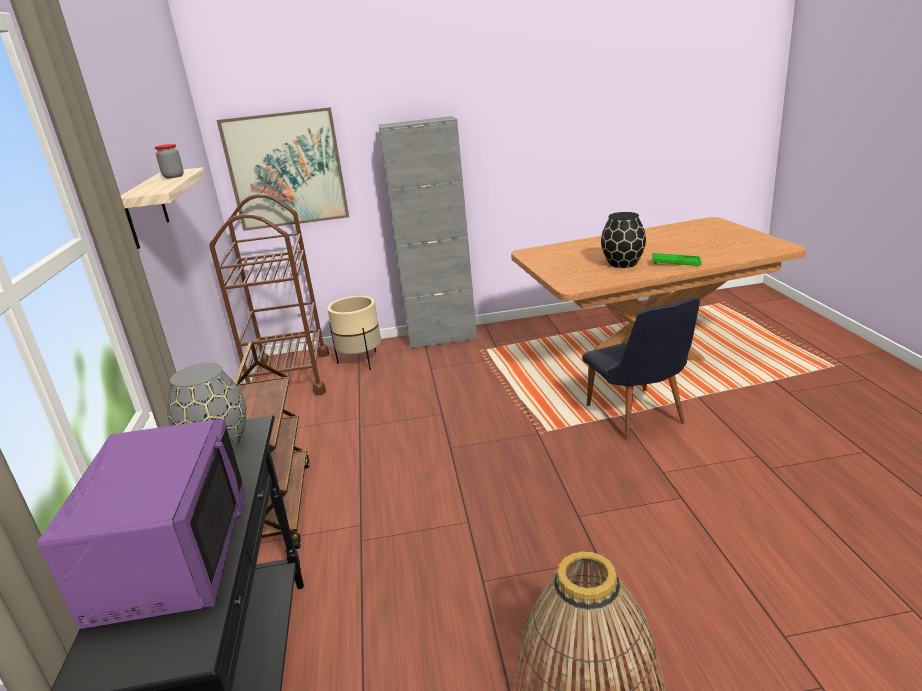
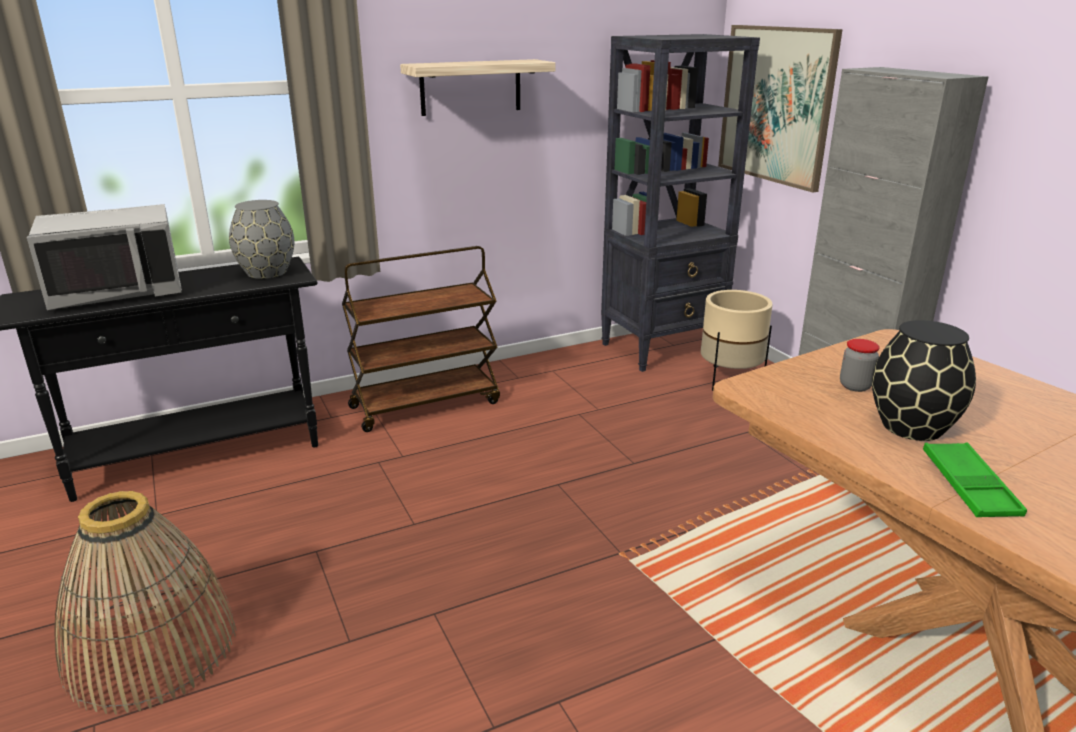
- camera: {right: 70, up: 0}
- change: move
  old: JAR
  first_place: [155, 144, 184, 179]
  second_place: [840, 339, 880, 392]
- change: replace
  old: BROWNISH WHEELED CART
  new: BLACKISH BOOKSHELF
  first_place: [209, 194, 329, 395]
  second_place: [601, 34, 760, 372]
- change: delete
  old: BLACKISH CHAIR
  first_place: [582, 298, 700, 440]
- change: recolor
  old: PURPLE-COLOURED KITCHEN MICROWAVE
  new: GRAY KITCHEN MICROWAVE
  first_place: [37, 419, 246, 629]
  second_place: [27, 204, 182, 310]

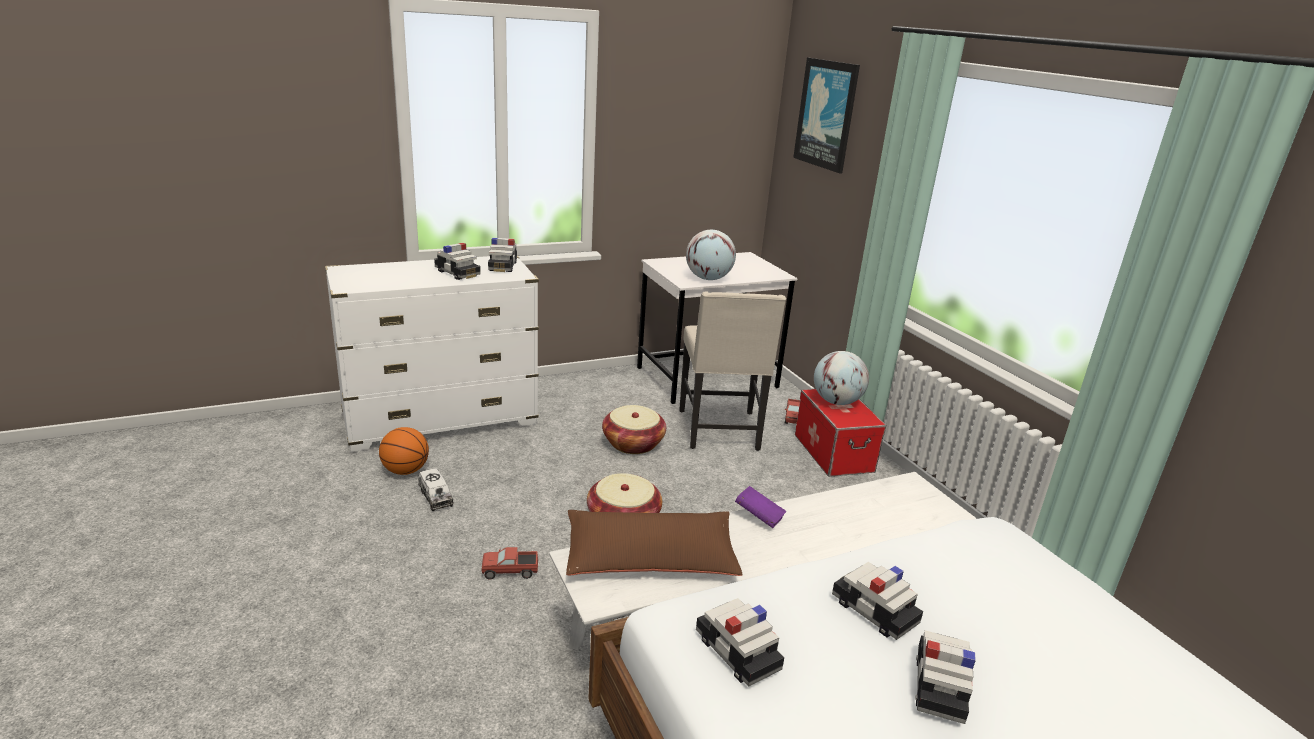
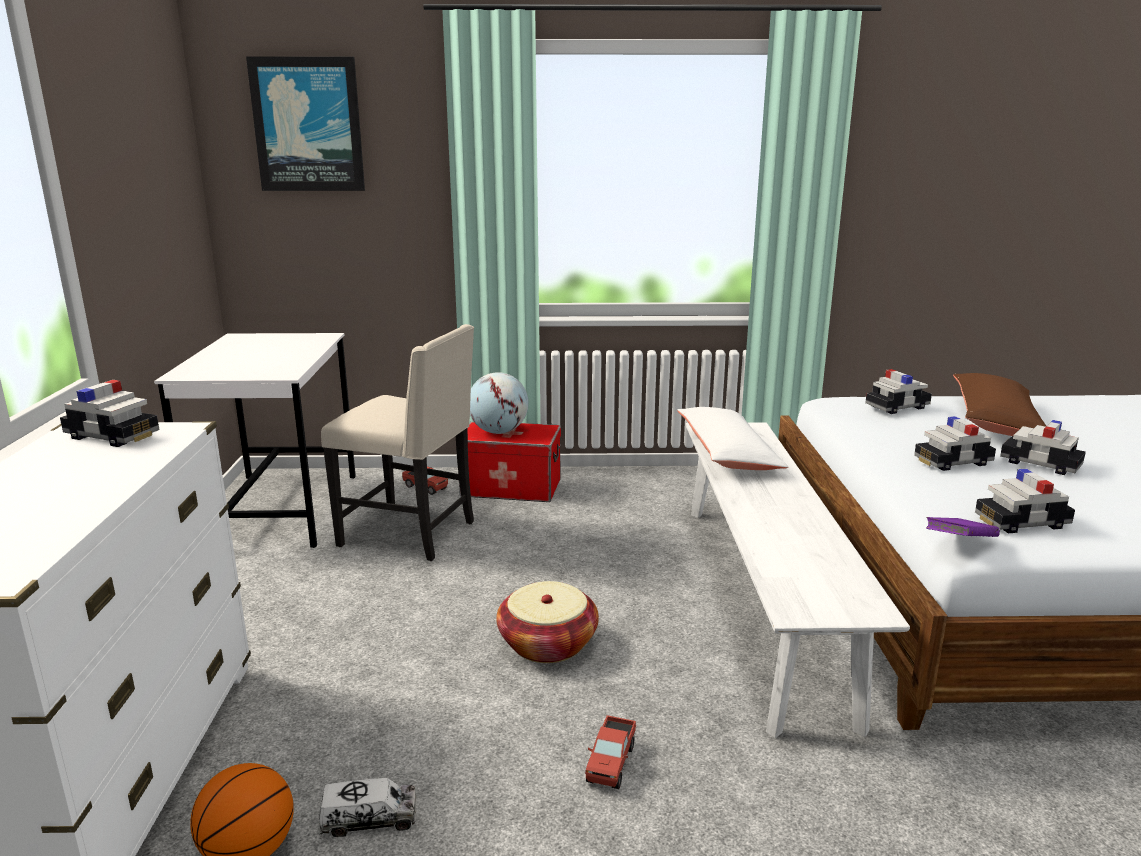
- camera: {right: -65, up: -5}
- change: delete
  old: DESK GLOBE
  first_place: [686, 230, 736, 280]
- change: move
  old: MINIATURE CAR
  first_place: [434, 243, 481, 280]
  second_place: [865, 369, 932, 414]
- change: delete
  old: STORAGE BASKET
  first_place: [602, 405, 666, 454]
- change: move
  old: PURPLE-COLOURED VOLUME
  first_place: [735, 486, 786, 528]
  second_place: [926, 517, 1000, 537]
- change: move
  old: BROWNISH CUSHION
  first_place: [566, 510, 743, 576]
  second_place: [953, 373, 1046, 436]
- change: insert
  new: WHITISH CUSHION
  second_place: [677, 407, 788, 470]

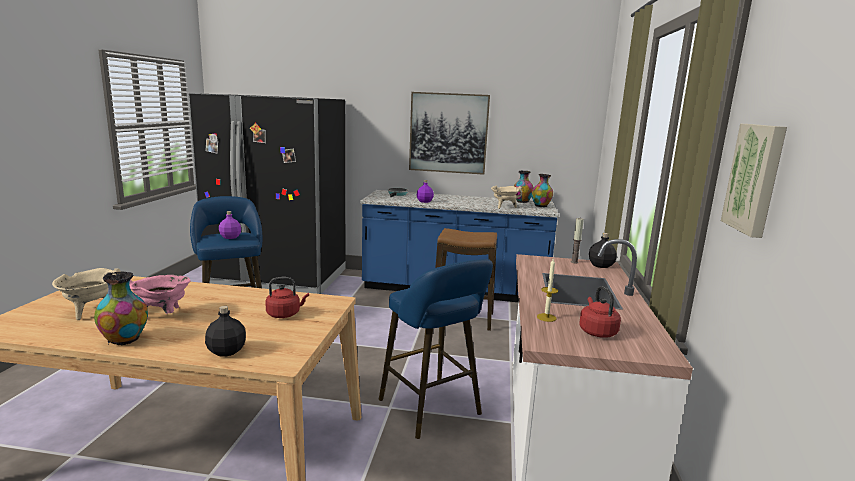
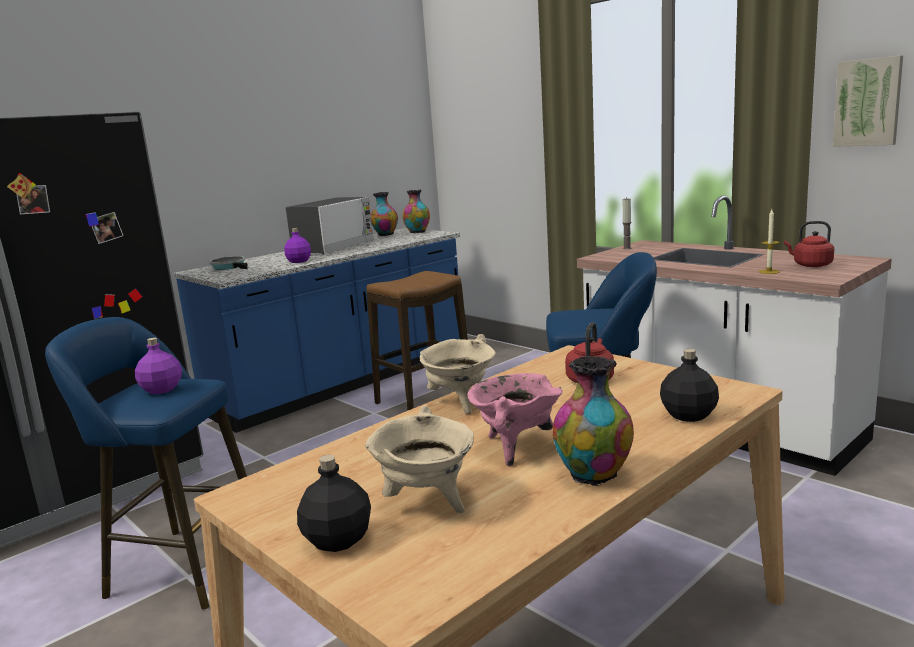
- camera: {right: -50, up: 0}
- change: delete
  old: PICTURE
  first_place: [409, 92, 490, 175]
- change: move
  old: SAND-COLOURED COOKING POT
  first_place: [491, 186, 522, 209]
  second_place: [420, 334, 496, 414]
- change: move
  old: BLACKISH BEVERAGE BOTTLE
  first_place: [589, 233, 617, 268]
  second_place: [297, 455, 371, 552]
- change: insert
  new: KITCHEN MICROWAVE
  second_place: [286, 197, 374, 254]

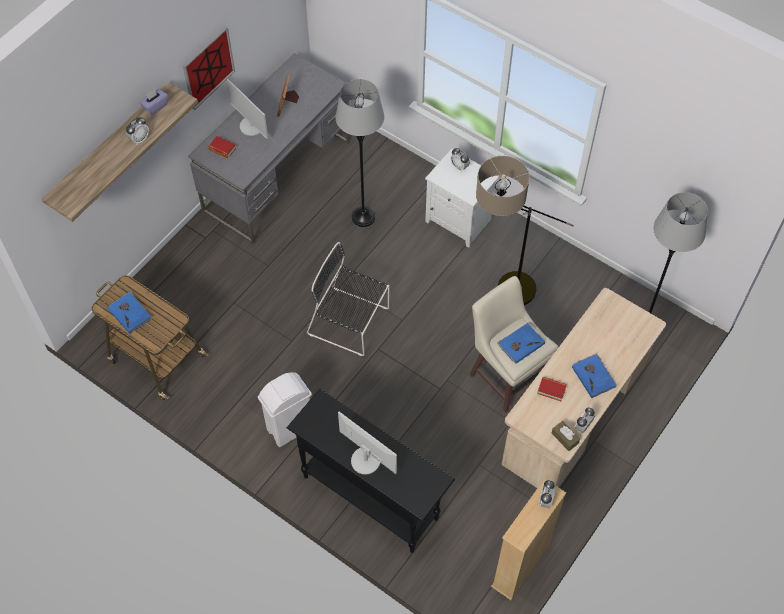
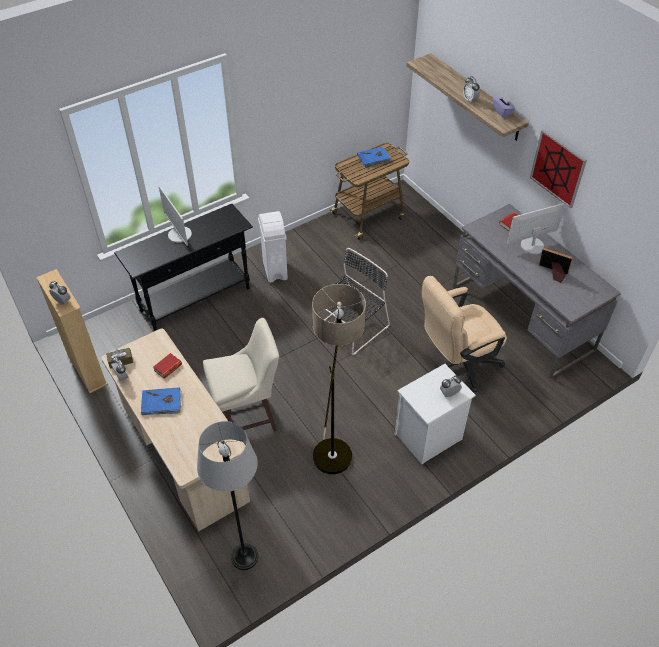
- camera: {right: 110, up: -10}
- change: replace
  old: GRAY FLOOR LAMP
  new: SAND-COLOURED DESK CHAIR
  first_place: [335, 79, 384, 227]
  second_place: [421, 276, 507, 392]
- change: delete
  old: BLUE VOLUME
  first_place: [497, 323, 545, 364]
- change: rotate
  old: COMPUTER SCREEN
  first_place: [338, 412, 397, 474]
  second_place: [158, 186, 192, 246]
  degrees: 90

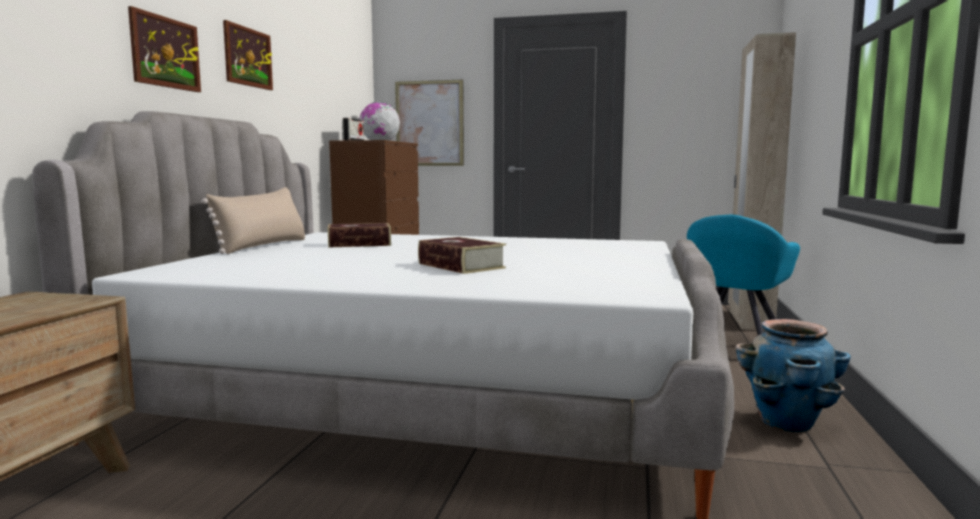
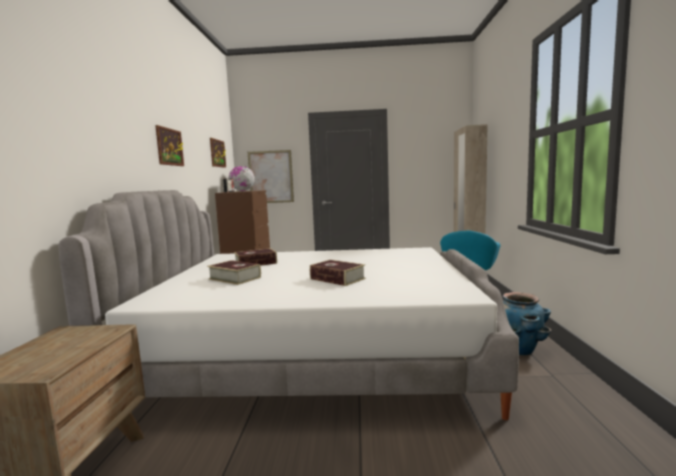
- camera: {right: -10, up: 0}
- change: move
  old: PICTURE
  first_place: [128, 6, 201, 92]
  second_place: [210, 138, 226, 168]
- change: delete
  old: SAND-COLOURED CUSHION
  first_place: [201, 187, 305, 254]
- change: insert
  new: VOLUME
  second_place: [207, 260, 261, 285]

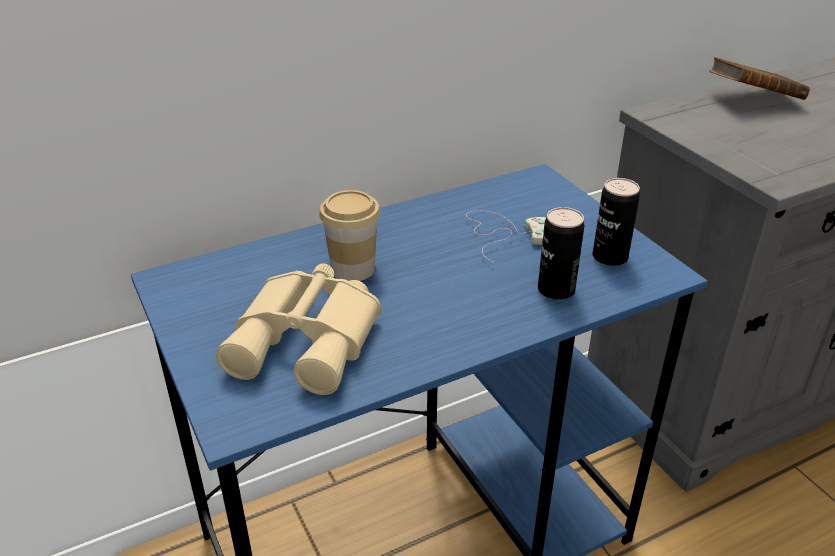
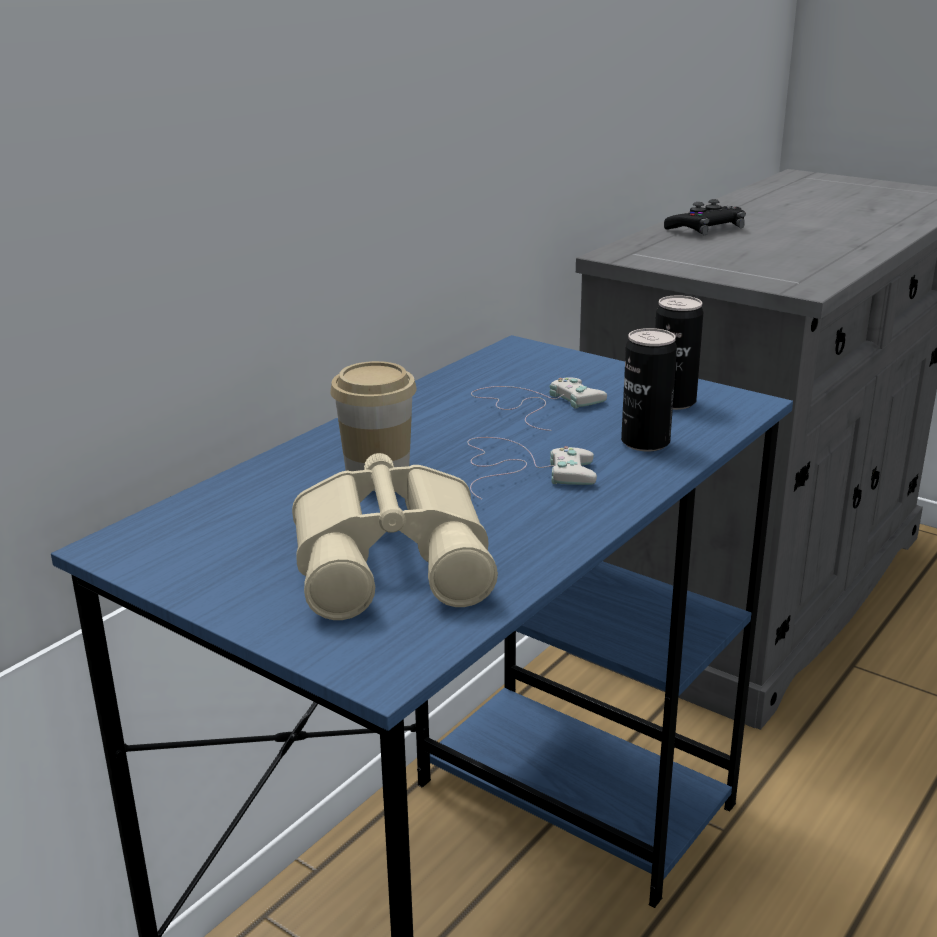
- camera: {right: -25, up: -10}
- change: replace
  old: BROWNISH VOLUME
  new: BLACKISH GAME CONTROLLER
  first_place: [709, 57, 810, 100]
  second_place: [664, 199, 746, 235]
- change: insert
  new: WHITISH GAME CONTROLLER
  second_place: [467, 437, 597, 500]

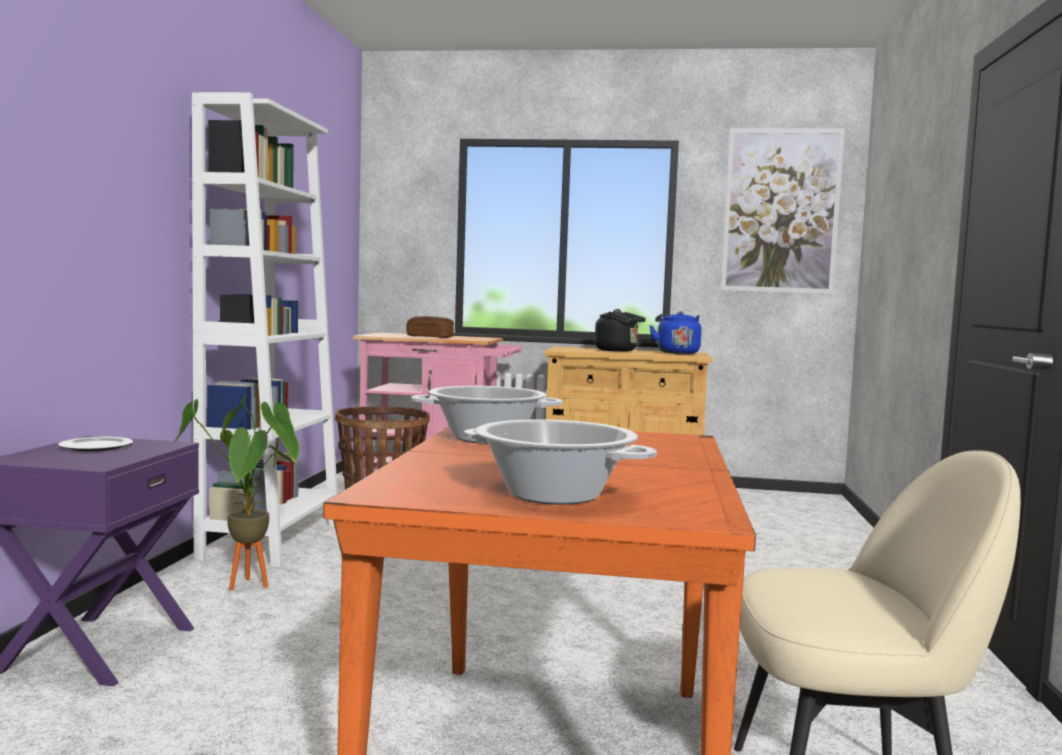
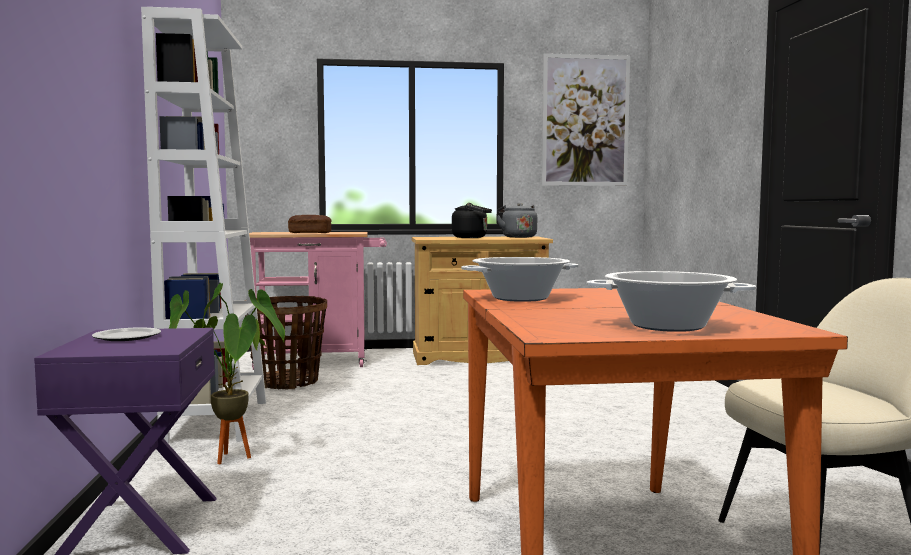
- camera: {right: -15, up: 0}
- change: recolor
  old: BLUE TEA KETTLE
  new: GRAY TEA KETTLE
  first_place: [649, 311, 701, 354]
  second_place: [496, 203, 537, 238]

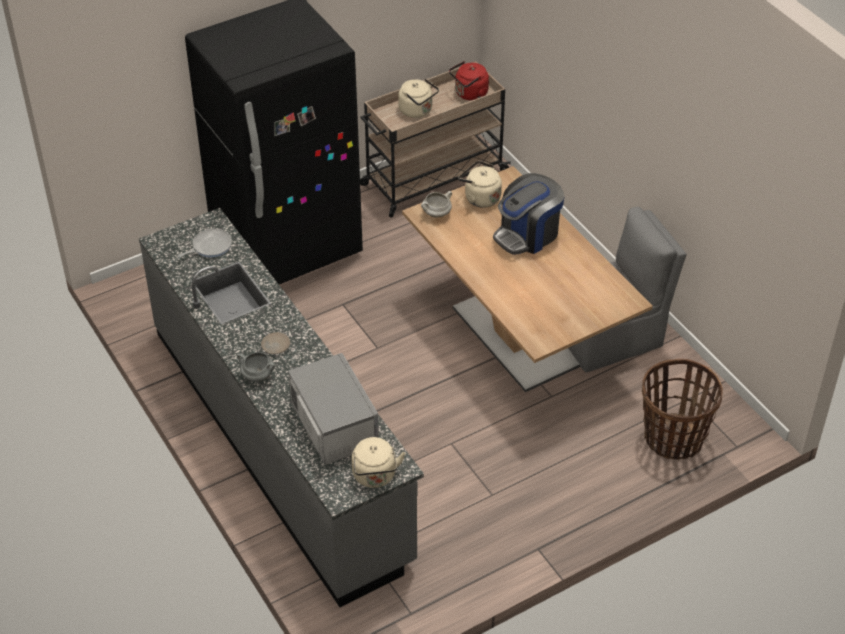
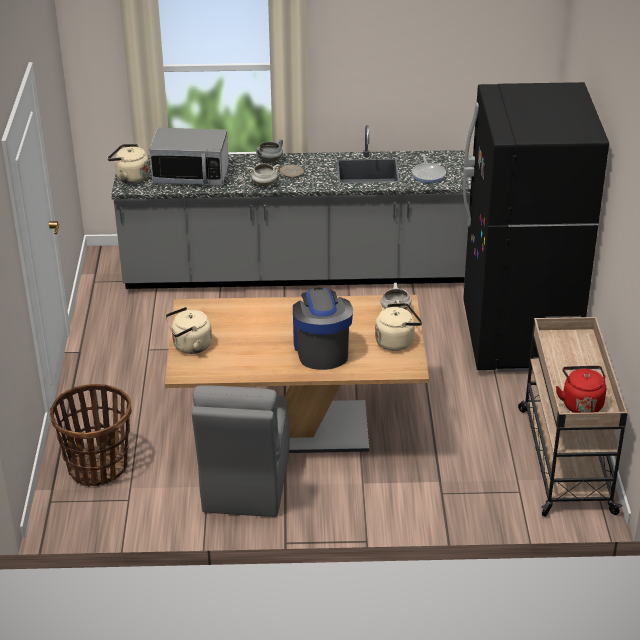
- camera: {right: 120, up: -10}
- change: move
  old: SAND-COLOURED TEA KETTLE
  first_place: [398, 79, 439, 118]
  second_place: [165, 307, 212, 354]
- change: insert
  new: WHITISH COOKING POT
  second_place: [247, 163, 280, 186]

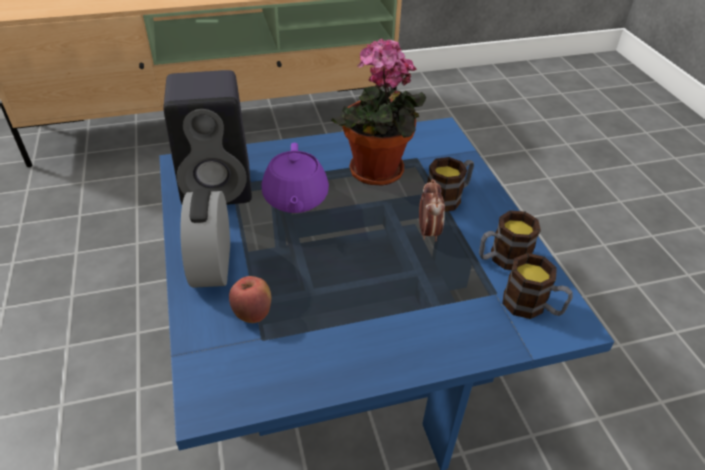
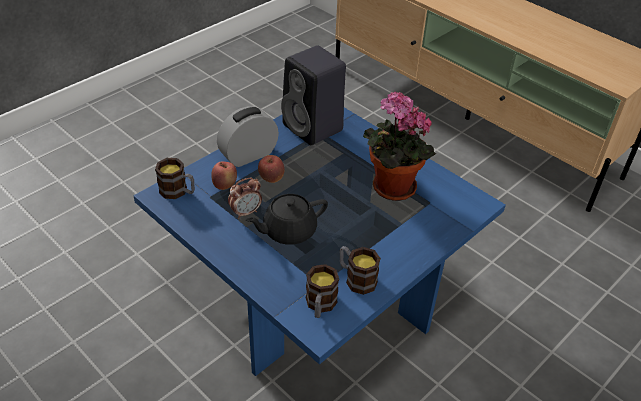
- camera: {right: 60, up: 0}
- change: delete
  old: PURPLE-COLOURED TEA POT
  first_place: [261, 143, 329, 213]
- change: move
  old: COFFEE MUG
  first_place: [427, 157, 474, 212]
  second_place: [155, 158, 195, 199]
- change: move
  old: ALARM CLOCK
  first_place: [419, 179, 445, 241]
  second_place: [228, 178, 262, 219]
- change: insert
  new: WHOLE APPLE
  second_place: [258, 155, 284, 183]
- change: insert
  new: BLACKISH TEA POT
  second_place: [246, 194, 328, 245]

